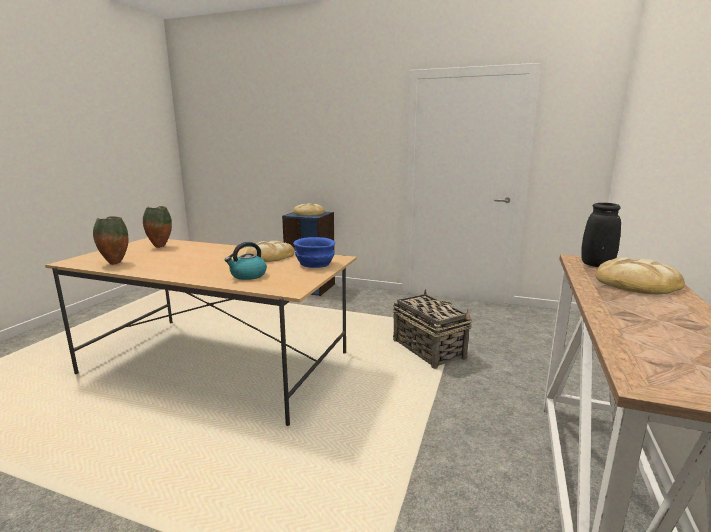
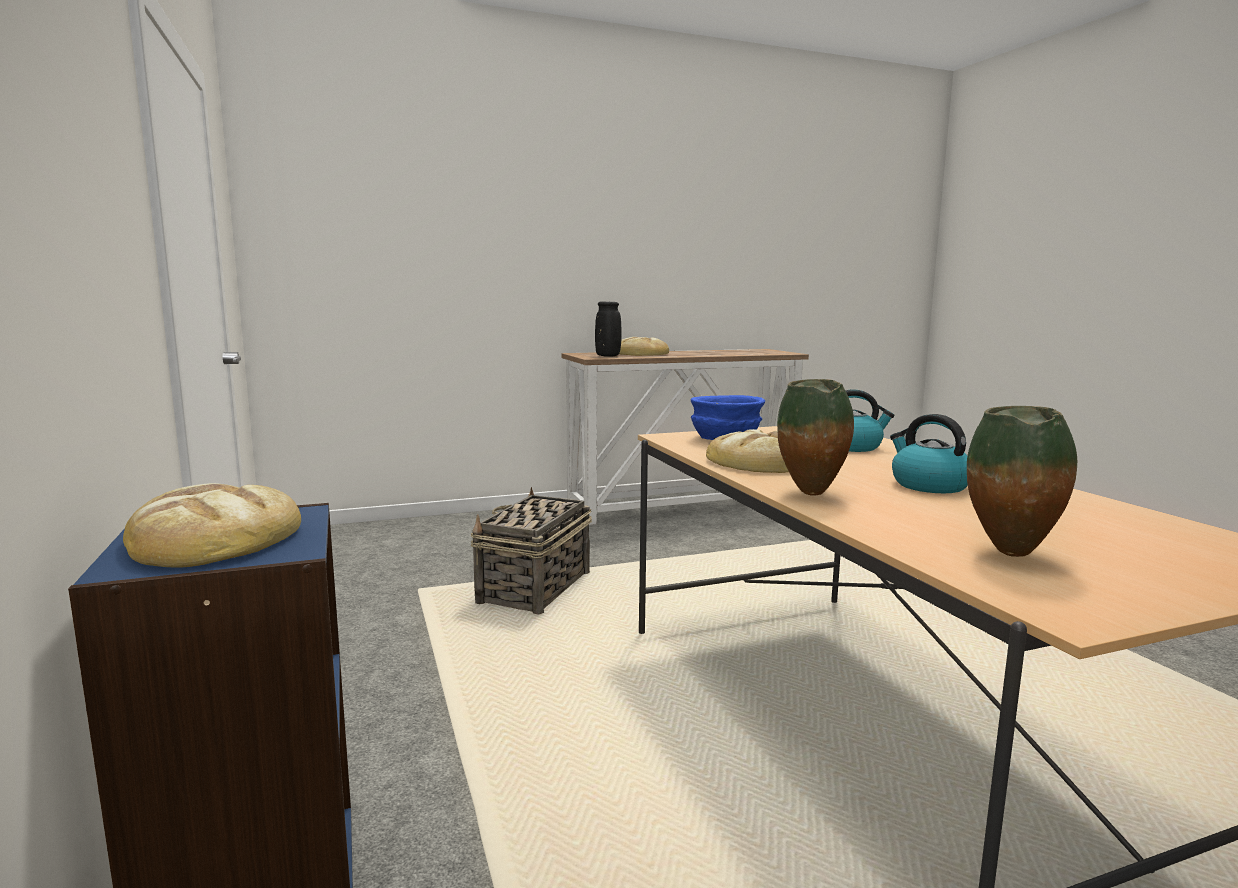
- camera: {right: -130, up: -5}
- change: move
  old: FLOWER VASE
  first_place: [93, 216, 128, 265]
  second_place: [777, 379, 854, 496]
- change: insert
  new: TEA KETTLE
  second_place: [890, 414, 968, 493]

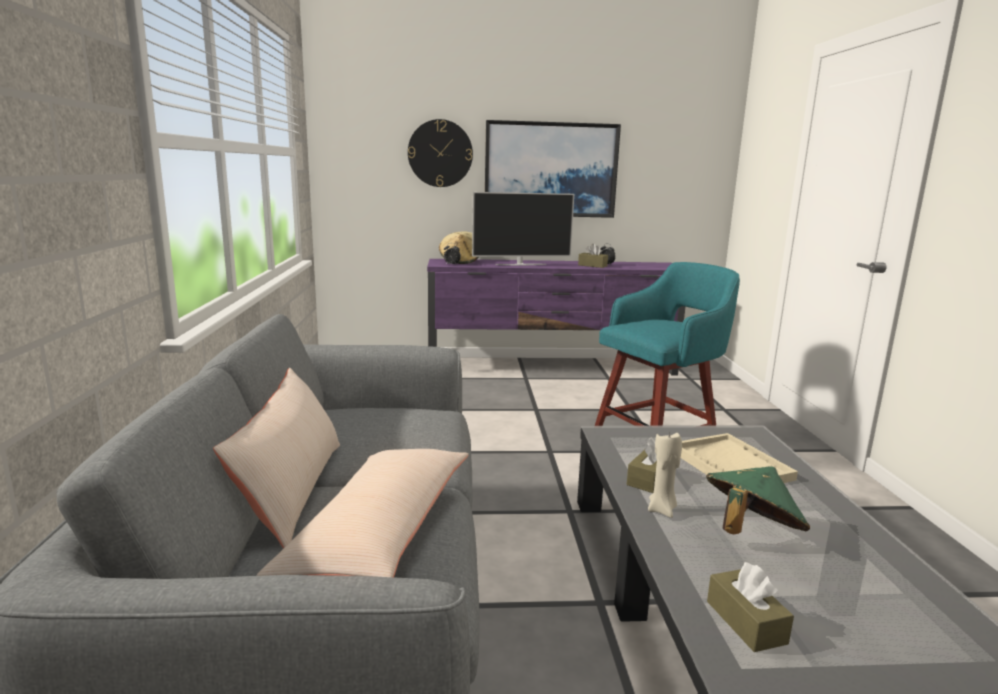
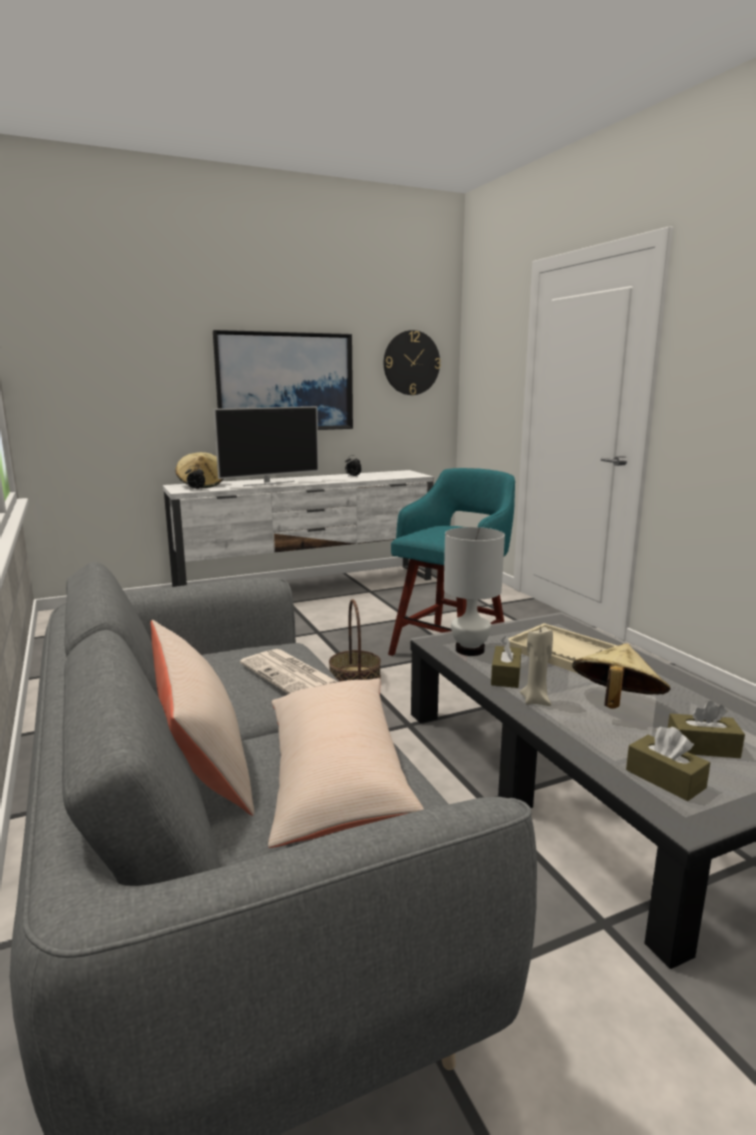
- camera: {right: -20, up: 0}
- change: move
  old: HANGING CLOCK
  first_place: [408, 119, 473, 187]
  second_place: [384, 330, 441, 395]
- change: move
  old: BROWNISH TISSUE HOLDER
  first_place: [578, 243, 608, 268]
  second_place: [668, 701, 745, 758]
- change: recolor
  old: PURPLE-COLOURED TV STAND
  new: WHITISH TV STAND
  first_place: [427, 259, 685, 376]
  second_place: [163, 470, 434, 587]
- change: recolor
  old: GREEN HAT
  new: SAND-COLOURED HAT
  first_place: [706, 466, 810, 534]
  second_place: [572, 643, 671, 709]
- change: insert
  new: WHITISH TABLETOP LAMP
  second_place: [444, 527, 505, 656]
- change: insert
  new: STORAGE BASKET
  second_place: [329, 599, 381, 682]
- change: insert
  new: PRINTED PAPER
  second_place: [240, 649, 338, 694]

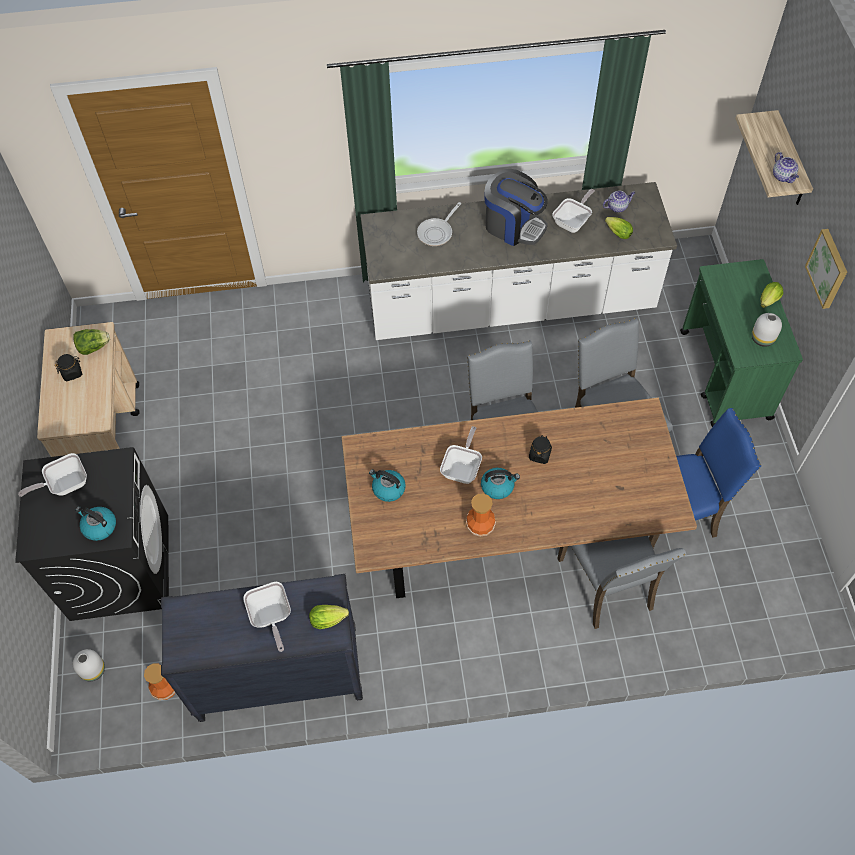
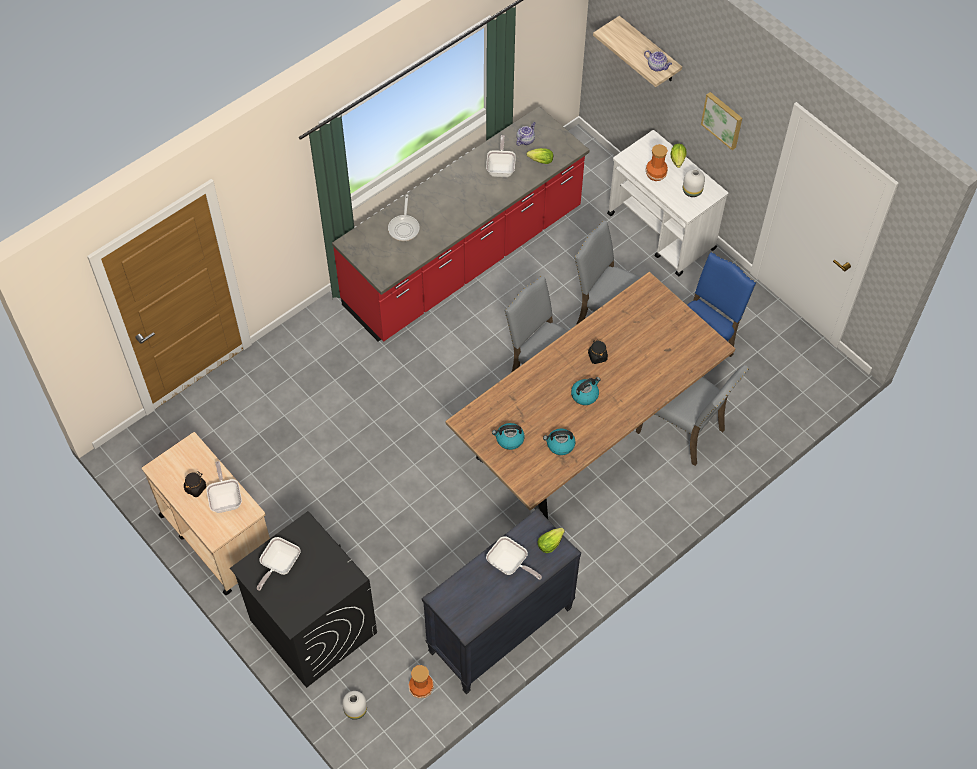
- camera: {right: -35, up: 0}
- change: delete
  old: COFFEE MAKER
  first_place: [484, 169, 548, 246]
- change: recolor
  old: WHITISH COUNTER
  new: RED-COLOURED COUNTER
  first_place: [360, 182, 677, 340]
  second_place: [332, 106, 589, 342]
- change: recolor
  old: GREEN WHEELED CART
  new: WHITISH WHEELED CART
  first_place: [680, 259, 803, 427]
  second_place: [607, 130, 728, 276]
- change: delete
  old: LETTUCE
  first_place: [73, 329, 110, 355]
- change: move
  old: SKILLET
  first_place: [440, 426, 482, 484]
  second_place: [206, 461, 242, 513]
- change: move
  old: FLOWER VASE
  first_place: [466, 494, 496, 537]
  second_place: [645, 144, 668, 181]
- change: move
  old: TEA KETTLE
  first_place: [75, 506, 116, 541]
  second_place: [543, 429, 575, 455]

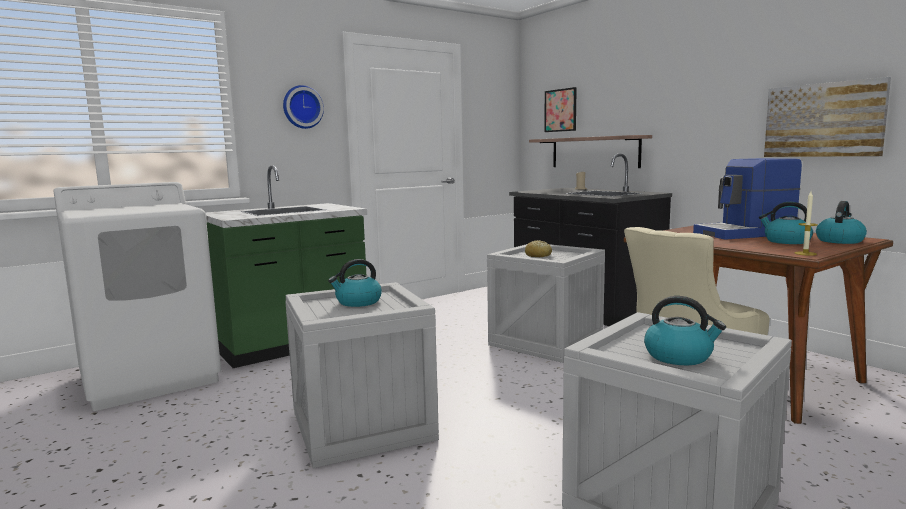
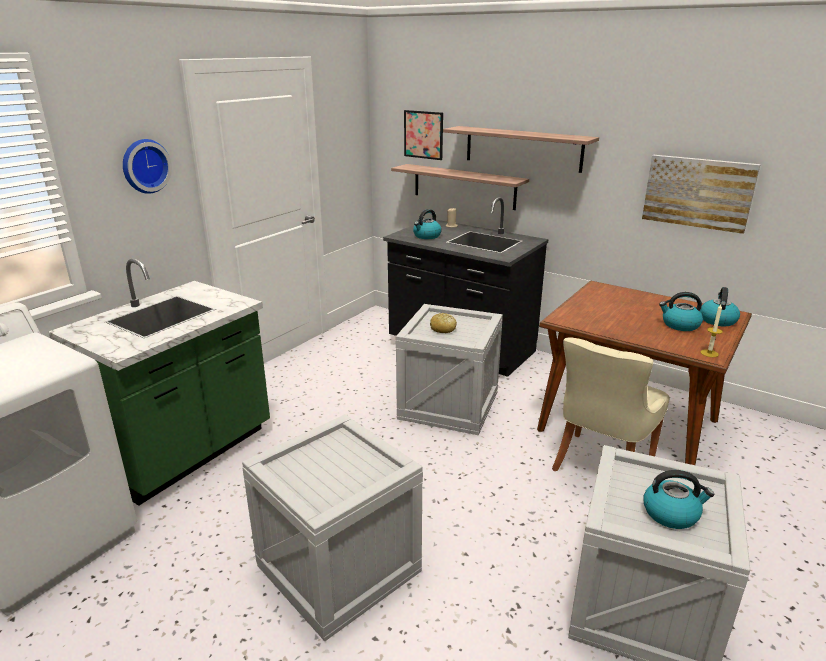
- camera: {right: -20, up: 15}
- change: delete
  old: COFFEE MAKER
  first_place: [693, 158, 802, 240]
- change: move
  old: TEA KETTLE
  first_place: [328, 259, 382, 307]
  second_place: [413, 209, 442, 239]
- change: insert
  new: BRACKET SHELF
  second_place: [443, 126, 599, 173]

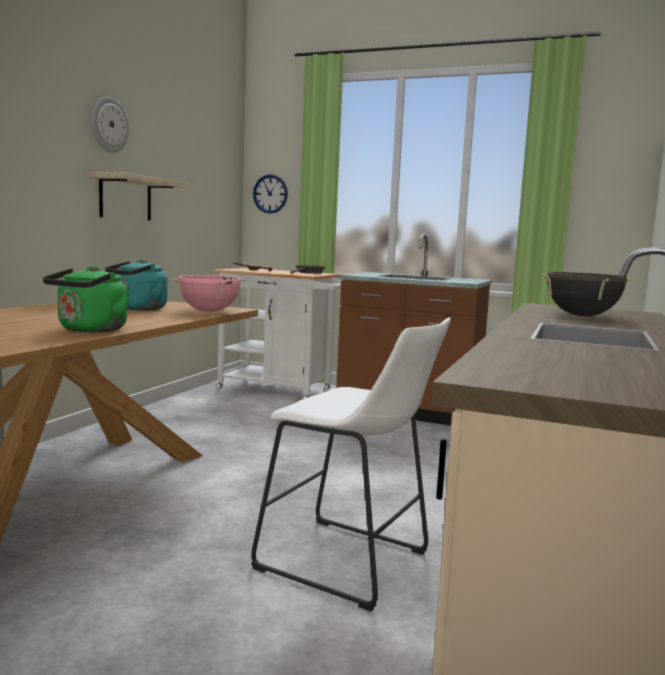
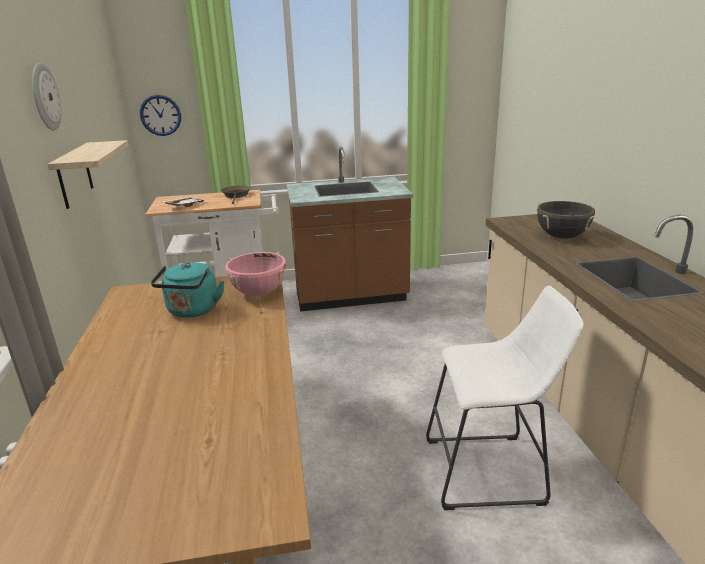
- camera: {right: -30, up: 15}
- change: delete
  old: GREEN TEA KETTLE
  first_place: [43, 266, 130, 332]

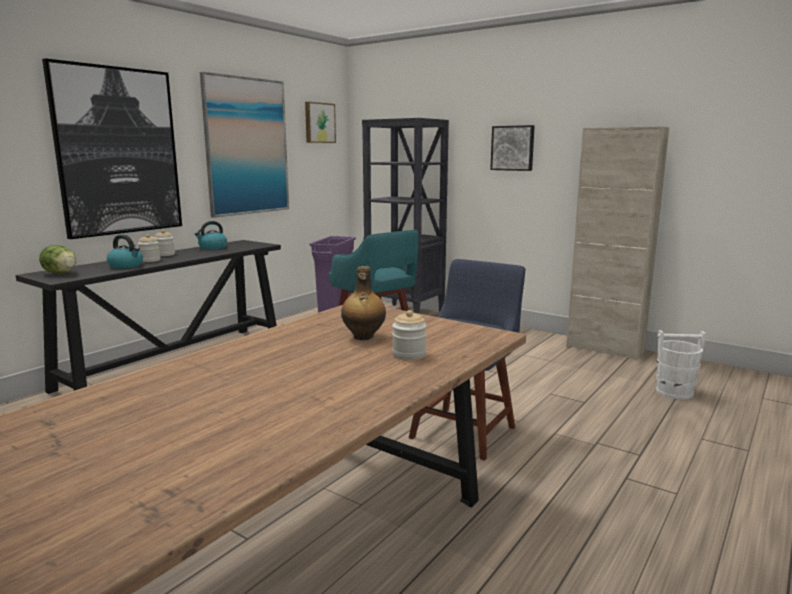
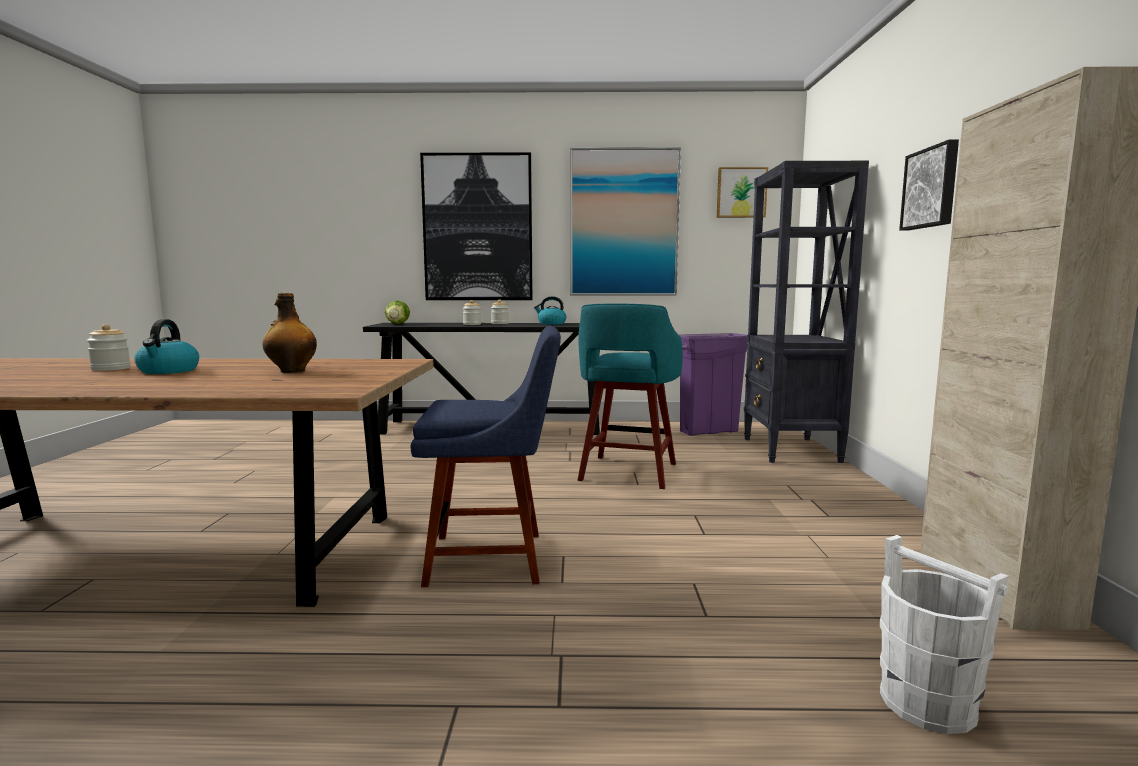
- camera: {right: 55, up: -5}
- change: move
  old: TEA KETTLE
  first_place: [107, 234, 143, 268]
  second_place: [134, 319, 199, 374]
- change: move
  old: JAR
  first_place: [392, 310, 427, 360]
  second_place: [87, 324, 131, 371]

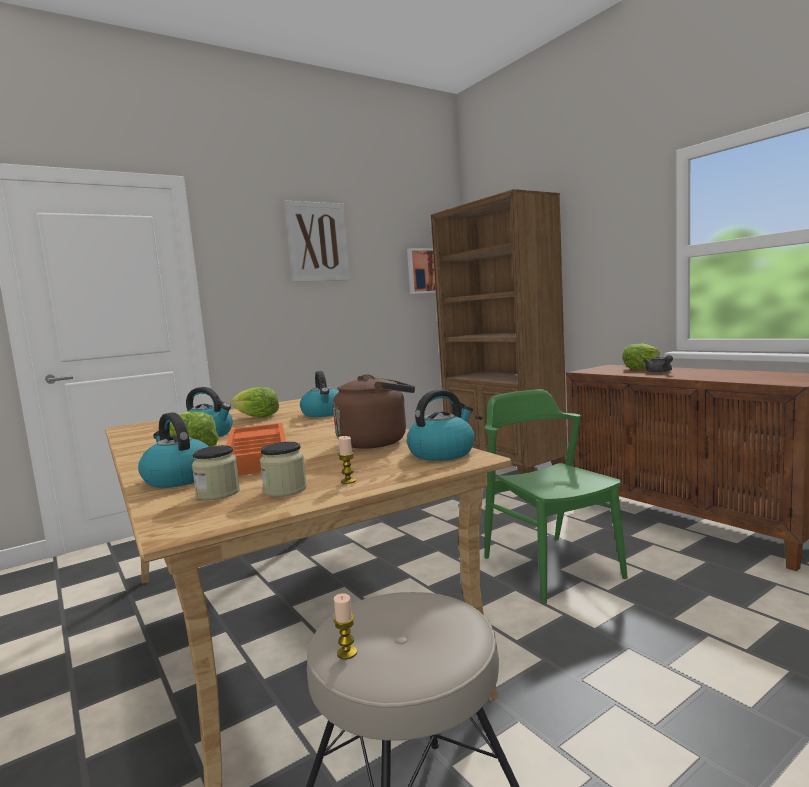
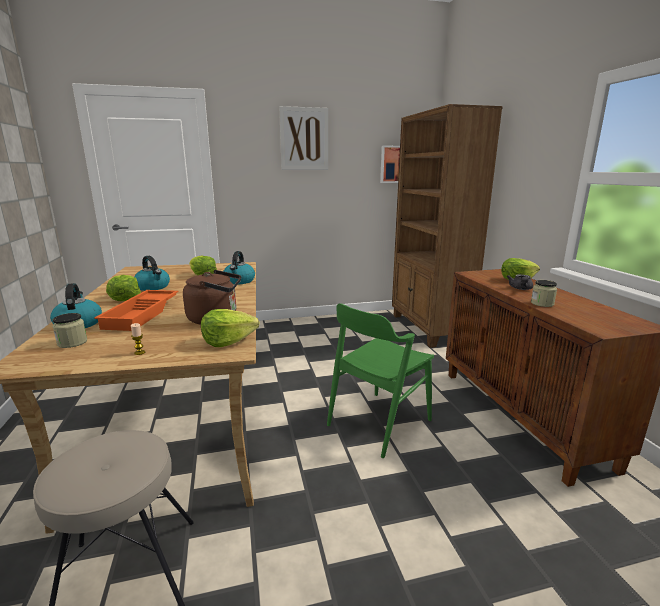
- camera: {right: 20, up: 10}
- change: replace
  old: TEA KETTLE
  new: LETTUCE
  first_place: [407, 389, 475, 461]
  second_place: [201, 309, 259, 347]
- change: rotate
  old: GREEN CHAIR
  first_place: [484, 389, 628, 604]
  second_place: [327, 303, 434, 458]
  degrees: -135
- change: move
  old: JAR
  first_place: [260, 442, 307, 497]
  second_place: [531, 280, 557, 307]
- change: delete
  old: WAX CANDLE
  first_place: [334, 593, 357, 659]

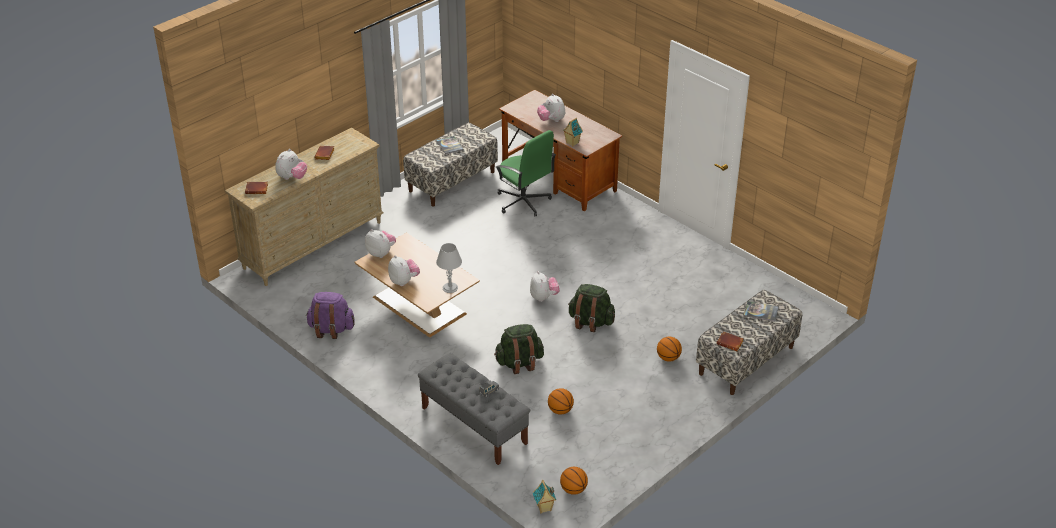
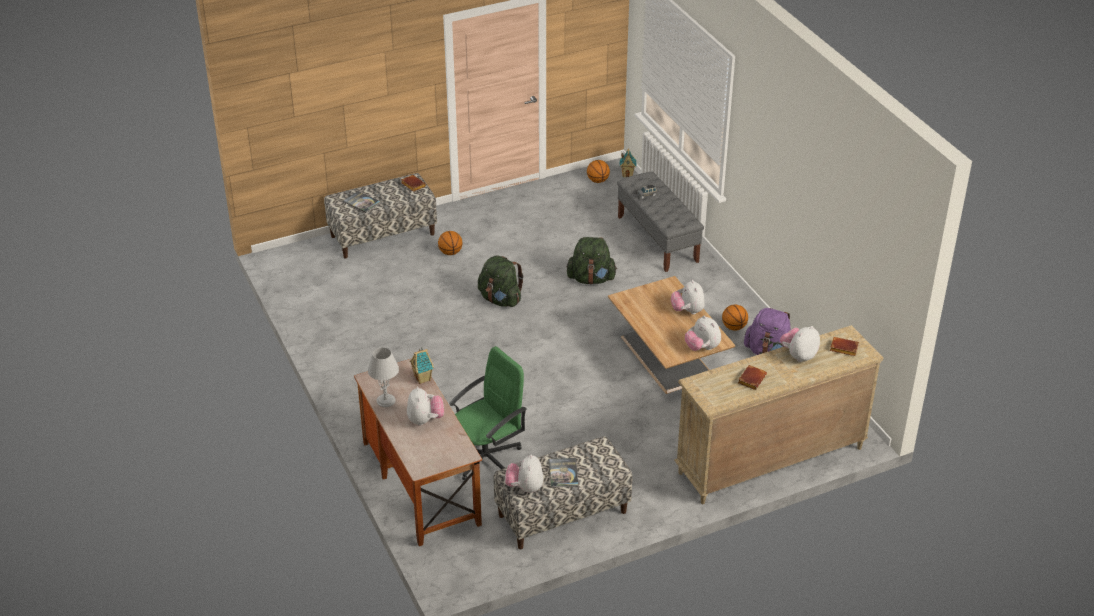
- camera: {right: -160, up: 0}
- change: rotate
  old: GREEN DESK CHAIR
  first_place: [496, 130, 556, 216]
  second_place: [449, 346, 527, 481]
  degrees: 75
- change: move
  old: GRAY TABLETOP LAMP
  first_place: [436, 243, 462, 293]
  second_place: [368, 347, 399, 407]
- change: move
  old: CUDDLY TOY
  first_place: [530, 271, 560, 302]
  second_place: [505, 454, 543, 493]
- change: move
  old: BASKETBALL
  first_place: [548, 388, 574, 415]
  second_place: [722, 305, 748, 331]

